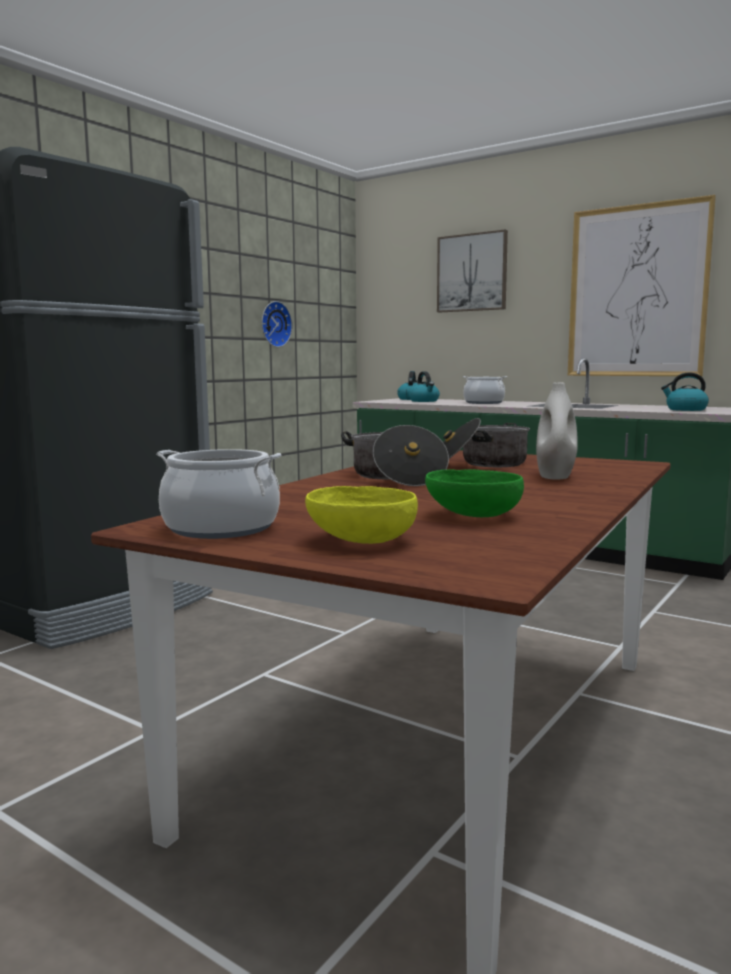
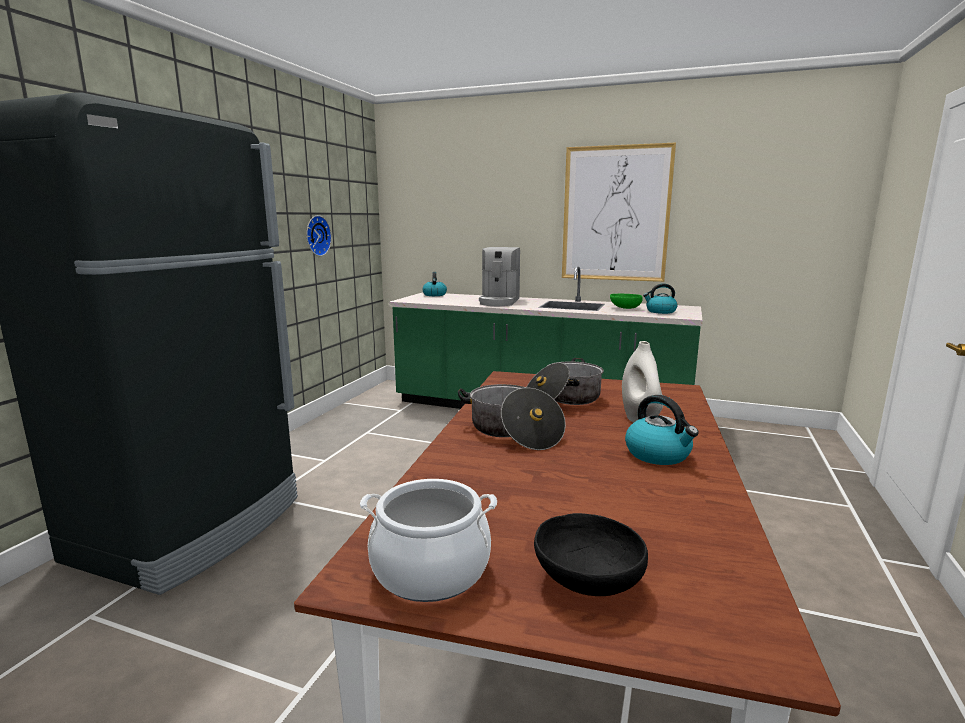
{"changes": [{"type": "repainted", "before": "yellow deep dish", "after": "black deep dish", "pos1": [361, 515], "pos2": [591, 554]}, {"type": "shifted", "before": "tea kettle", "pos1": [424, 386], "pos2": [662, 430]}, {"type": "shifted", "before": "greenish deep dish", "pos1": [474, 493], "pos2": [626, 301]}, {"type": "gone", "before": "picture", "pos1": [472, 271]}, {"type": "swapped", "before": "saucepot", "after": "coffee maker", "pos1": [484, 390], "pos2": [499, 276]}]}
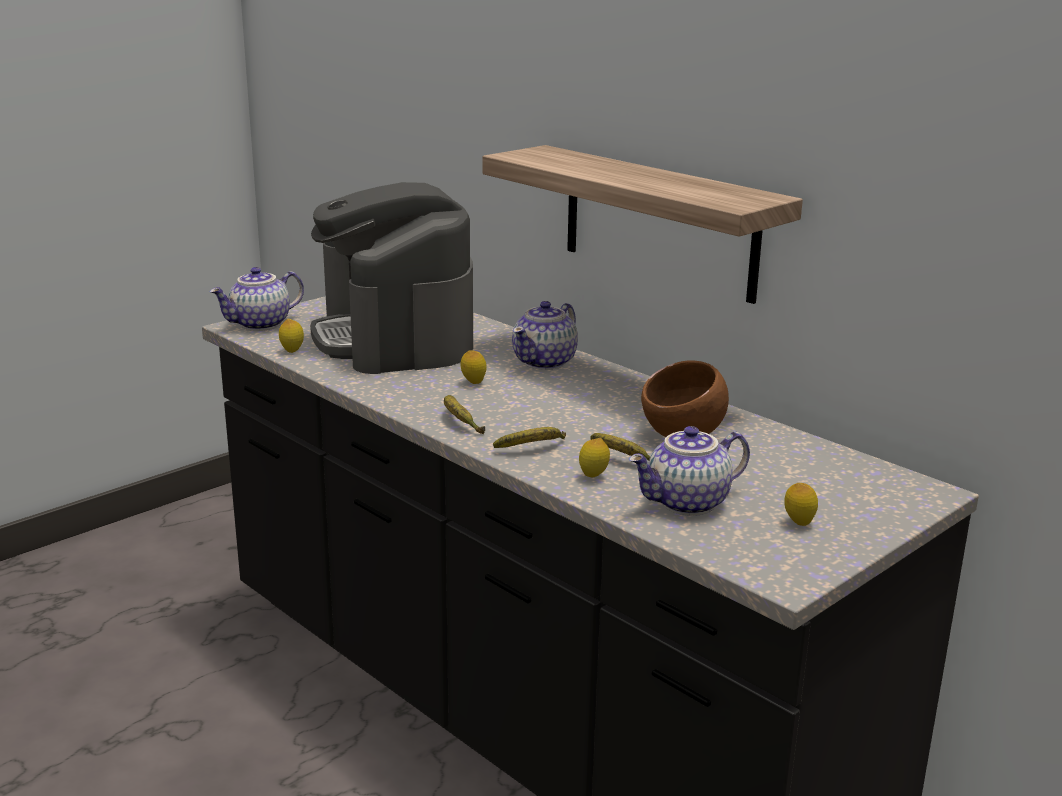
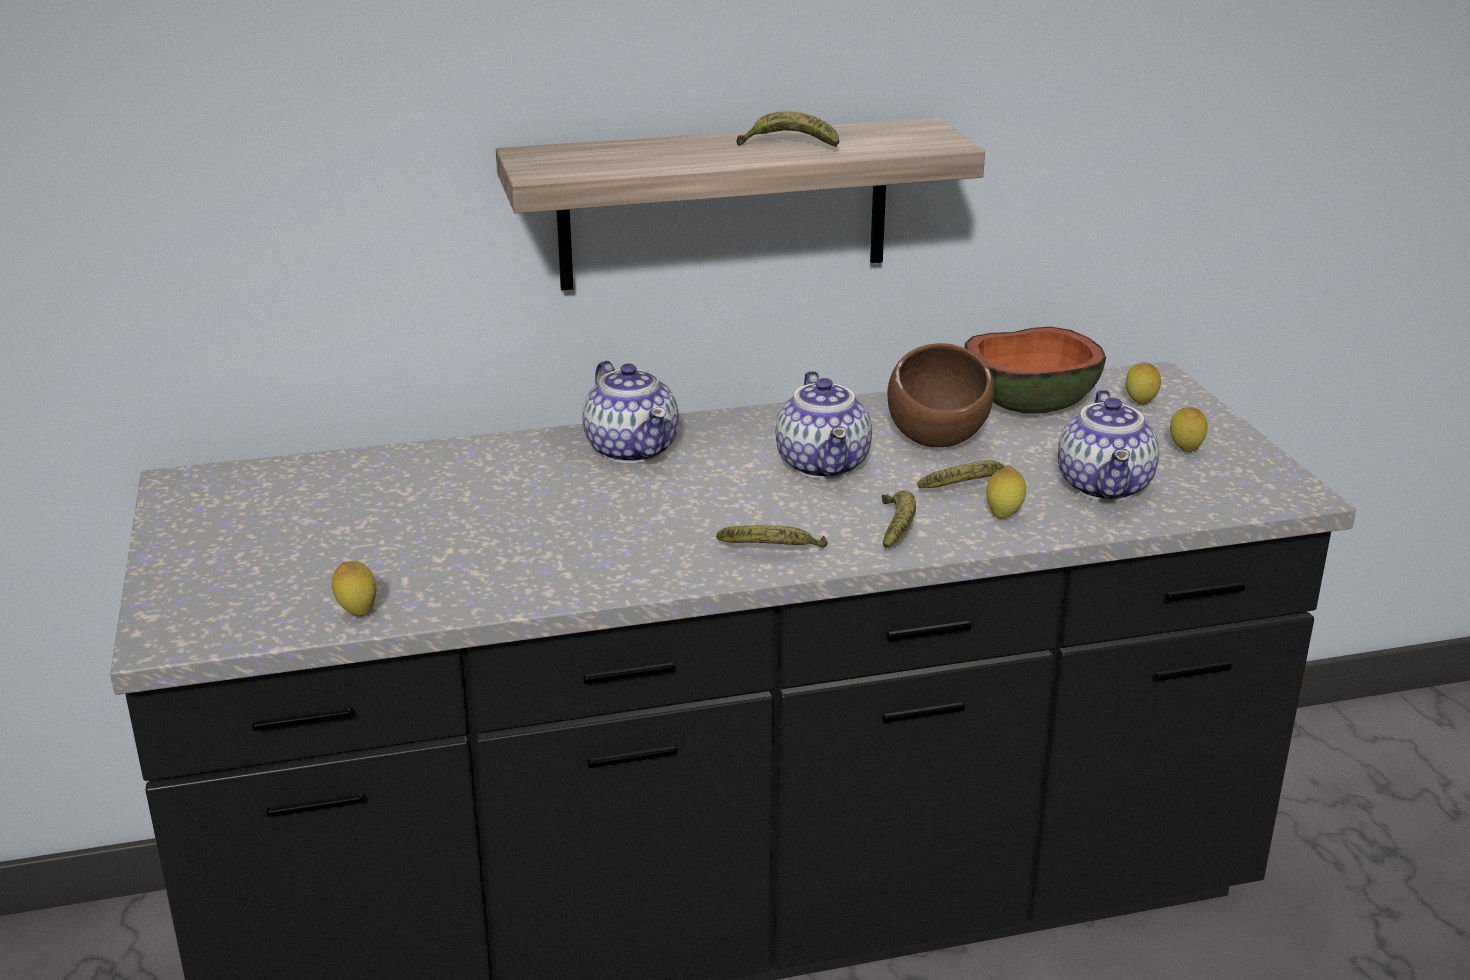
{"changes": [{"type": "shifted", "before": "pot for tea", "pos1": [256, 299], "pos2": [824, 425]}, {"type": "gone", "before": "coffee maker", "pos1": [391, 278]}, {"type": "shifted", "before": "lemon", "pos1": [474, 367], "pos2": [1143, 383]}, {"type": "new", "after": "banana", "pos2": [787, 129]}, {"type": "new", "after": "deep dish", "pos2": [1035, 370]}]}
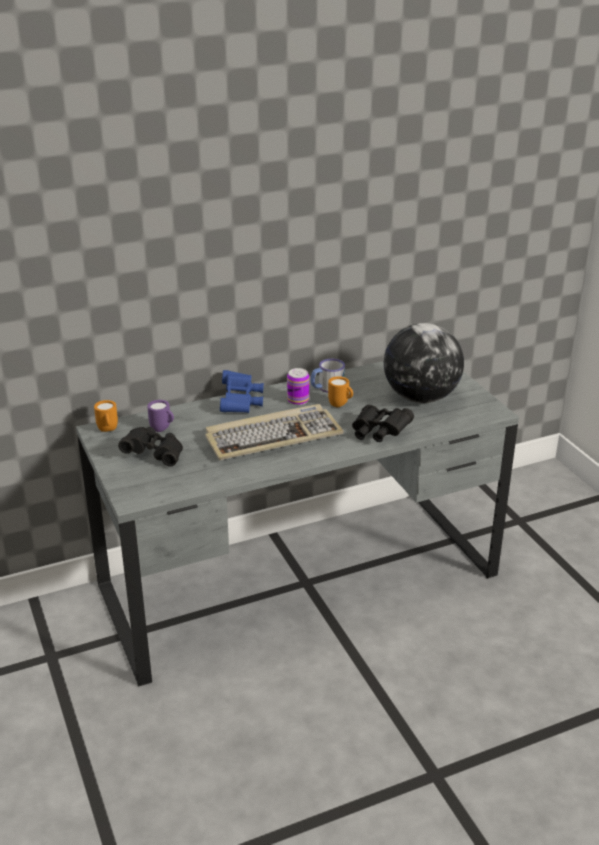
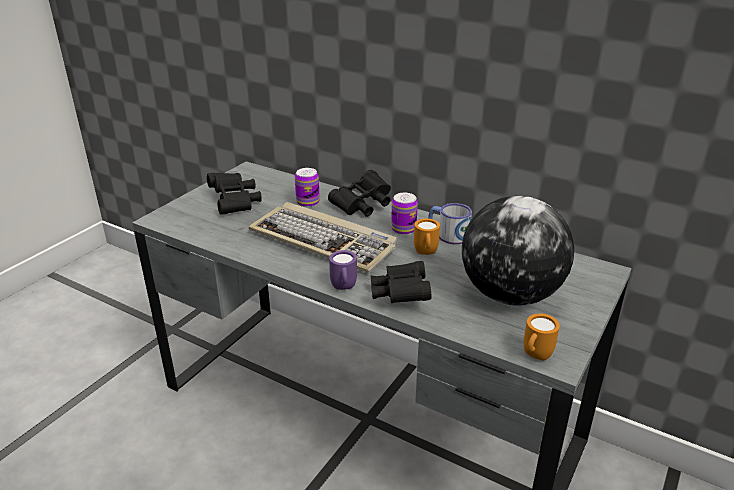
{"changes": [{"type": "shifted", "before": "orange-coloured tea mug", "pos1": [106, 416], "pos2": [542, 336]}, {"type": "shifted", "before": "purple-coloured tea mug", "pos1": [160, 416], "pos2": [343, 270]}, {"type": "repainted", "before": "blue-coloured binoculars", "after": "black binoculars", "pos1": [242, 391], "pos2": [359, 193]}, {"type": "new", "after": "metal can", "pos2": [307, 187]}]}
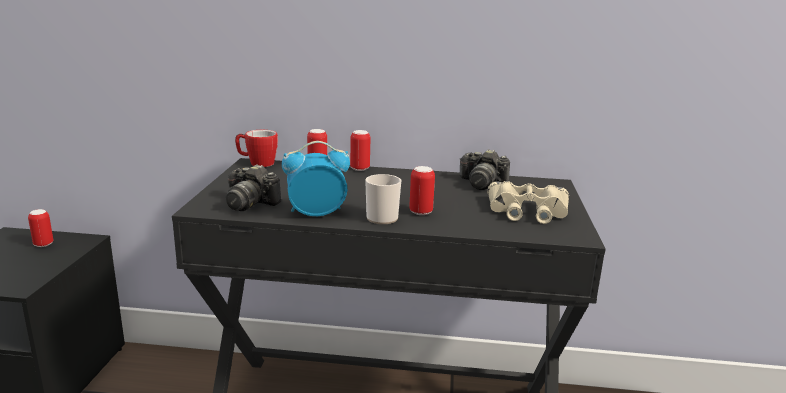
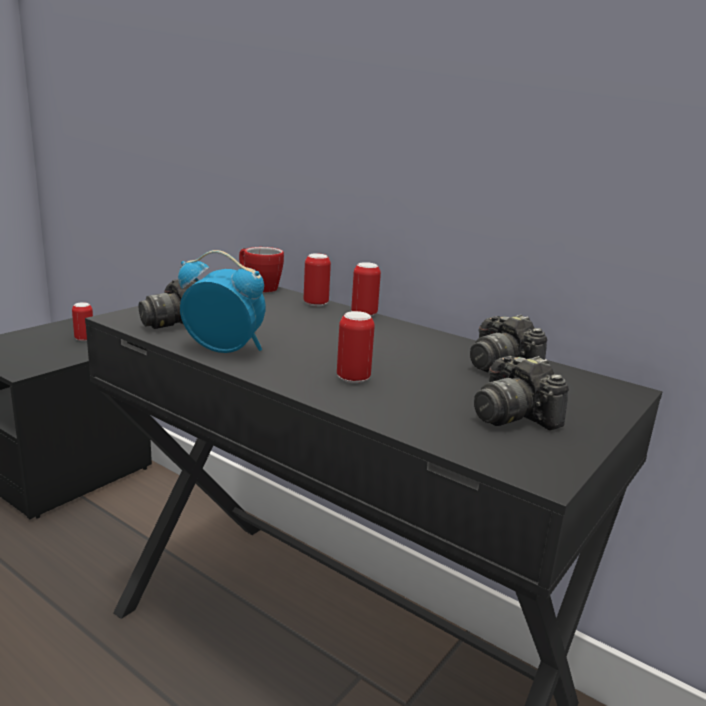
{"changes": [{"type": "gone", "before": "tea mug", "pos1": [383, 199]}, {"type": "swapped", "before": "sand-coloured binoculars", "after": "photo camera", "pos1": [528, 202], "pos2": [521, 393]}]}
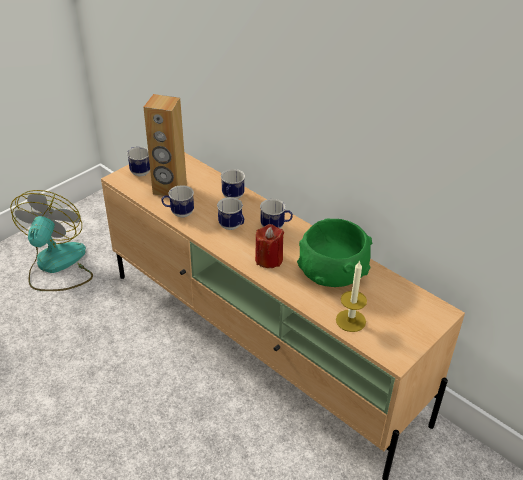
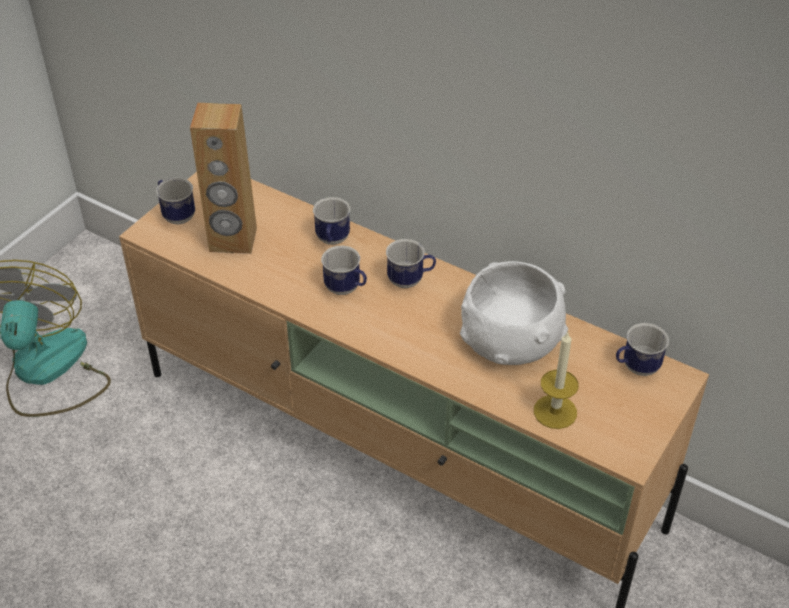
{"changes": [{"type": "shifted", "before": "tea mug", "pos1": [177, 201], "pos2": [642, 349]}, {"type": "gone", "before": "red-coloured candle", "pos1": [269, 246]}, {"type": "repainted", "before": "greenish deep dish", "after": "whitish deep dish", "pos1": [334, 253], "pos2": [514, 313]}]}
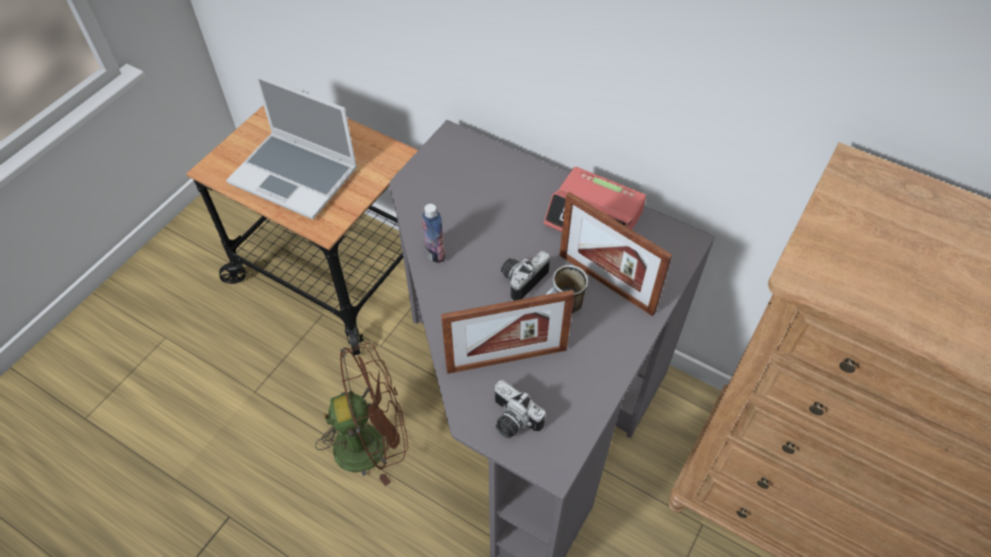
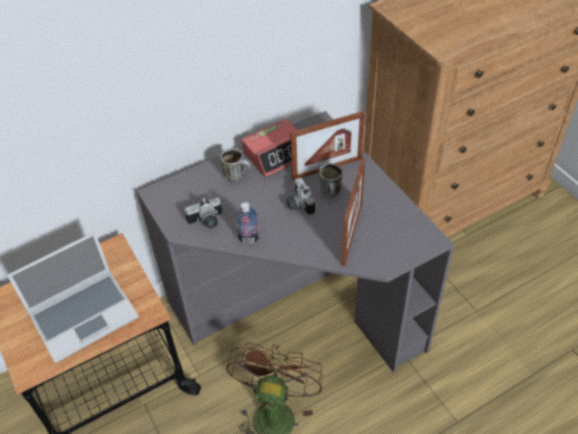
{"changes": [{"type": "shifted", "before": "photo camera", "pos1": [519, 409], "pos2": [203, 213]}, {"type": "new", "after": "tea mug", "pos2": [235, 164]}]}
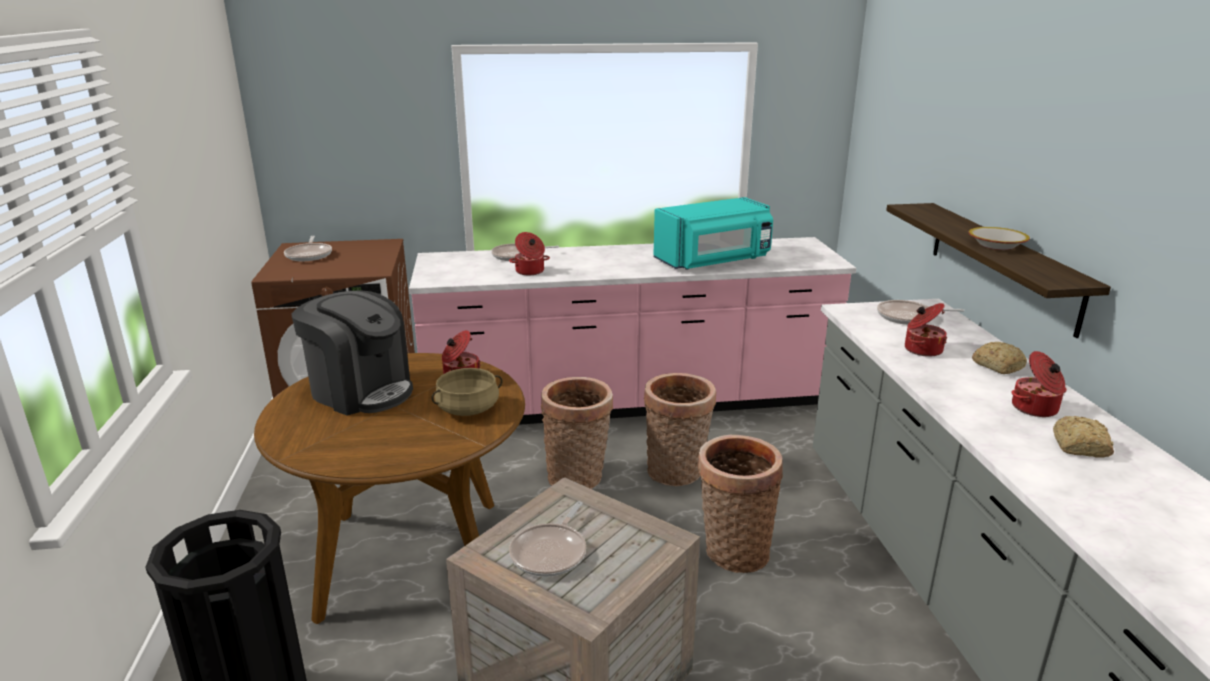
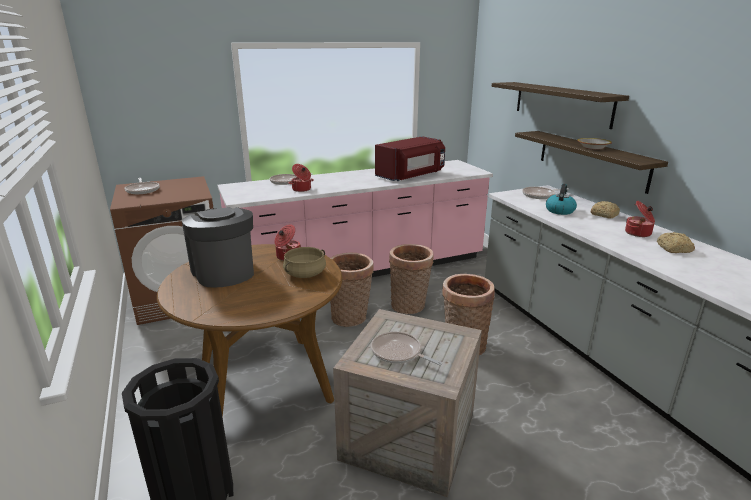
{"changes": [{"type": "rotated", "before": "coffee maker", "pos1": [352, 353], "pos2": [218, 247], "turn": -135}, {"type": "rotated", "before": "frying pan", "pos1": [547, 539], "pos2": [406, 348], "turn": 120}, {"type": "repainted", "before": "turquoise-coloured microwave", "after": "red-coloured microwave", "pos1": [713, 233], "pos2": [410, 158]}, {"type": "swapped", "before": "saucepot", "after": "tea kettle", "pos1": [926, 330], "pos2": [561, 199]}, {"type": "new", "after": "bracket shelf", "pos2": [560, 105]}]}
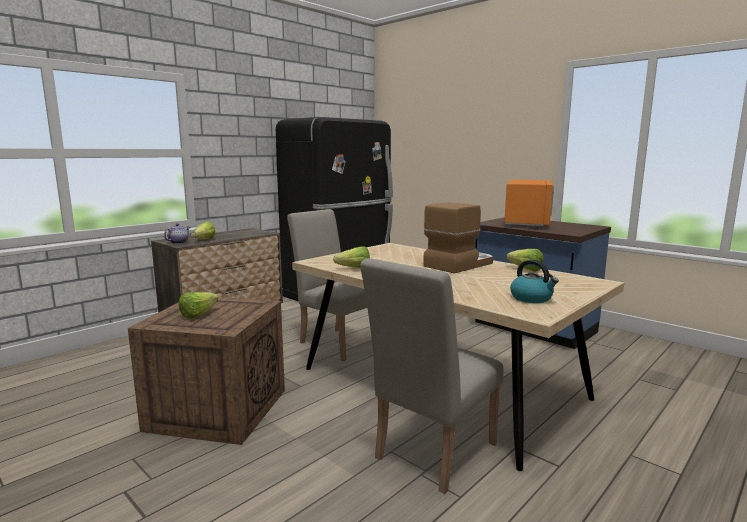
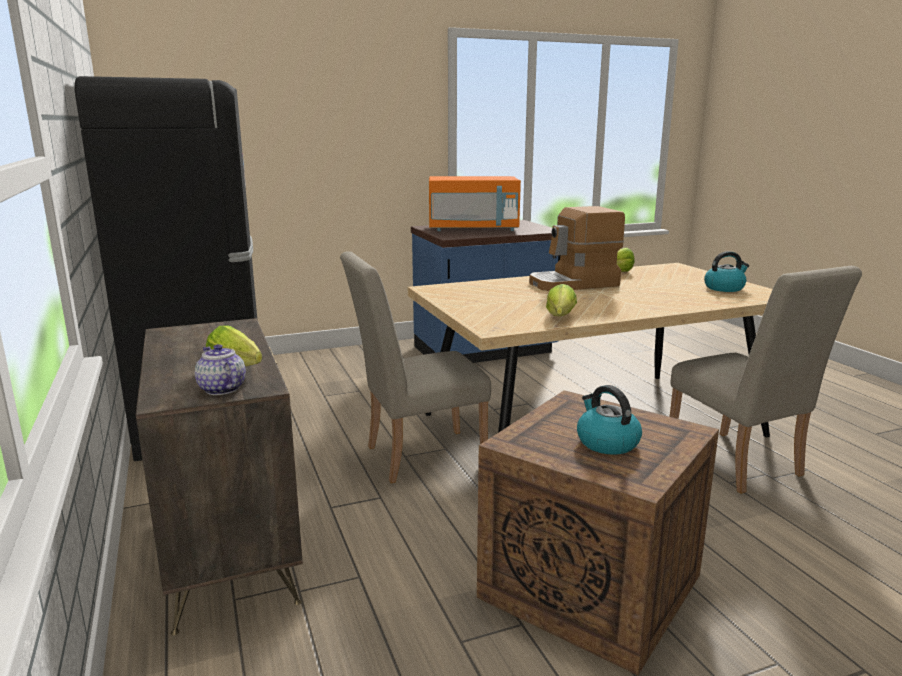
{"changes": [{"type": "swapped", "before": "lettuce head", "after": "tea kettle", "pos1": [198, 305], "pos2": [609, 420]}, {"type": "rotated", "before": "coffee maker", "pos1": [458, 238], "pos2": [577, 248], "turn": -90}, {"type": "rotated", "before": "orange-coloured microwave", "pos1": [529, 204], "pos2": [475, 203], "turn": 135}]}
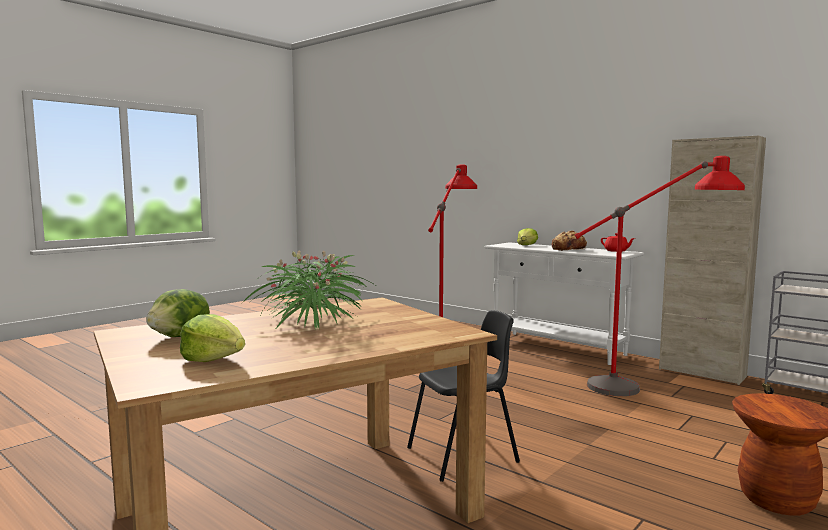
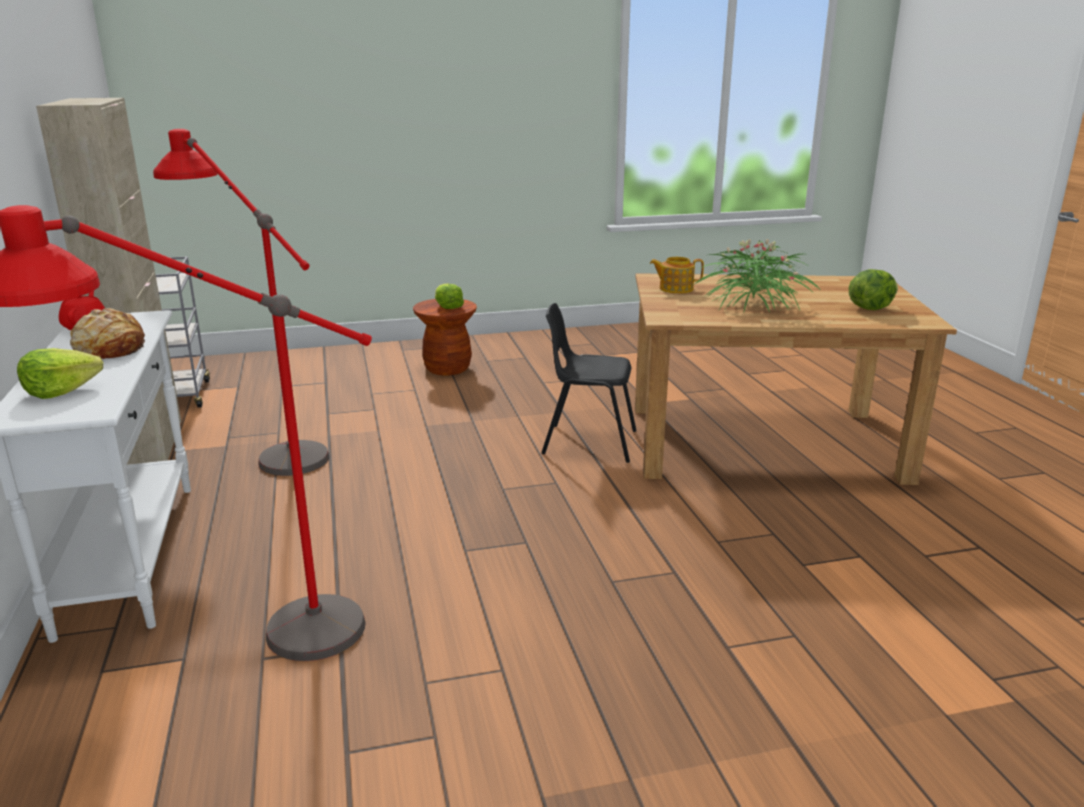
{"changes": [{"type": "shifted", "before": "lettuce head", "pos1": [212, 338], "pos2": [449, 296]}, {"type": "new", "after": "pot for tea", "pos2": [677, 275]}]}
